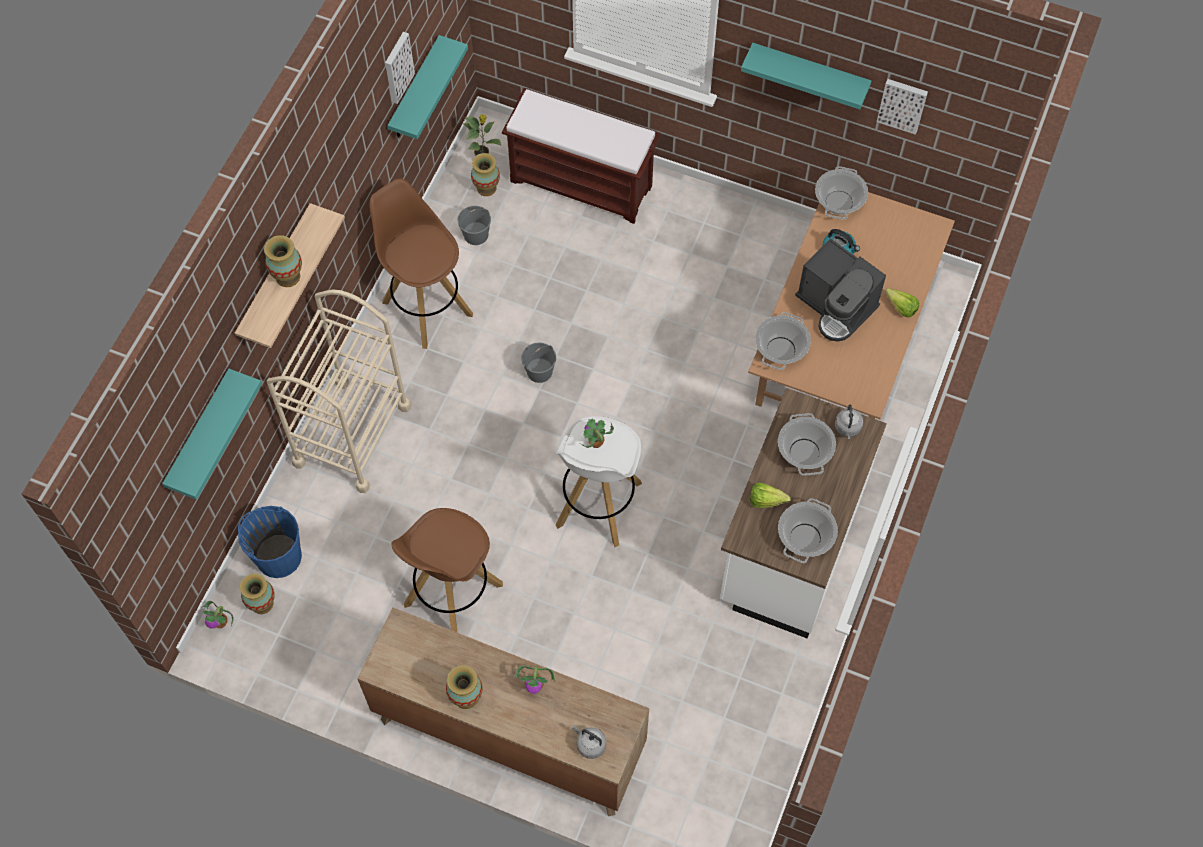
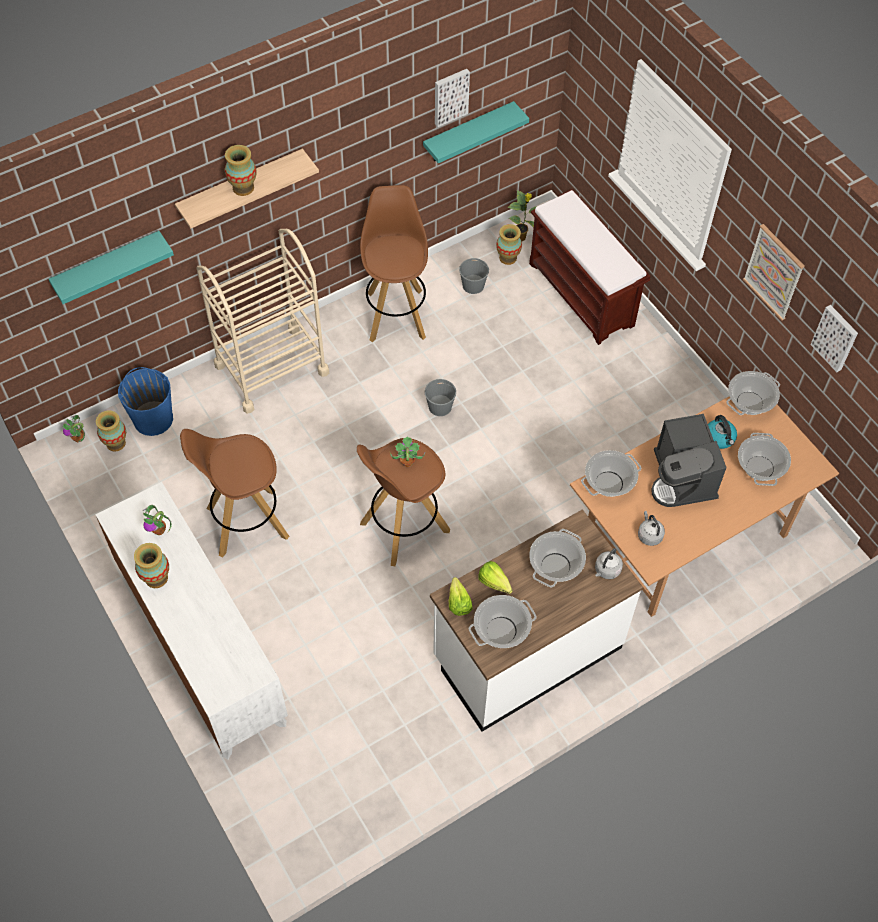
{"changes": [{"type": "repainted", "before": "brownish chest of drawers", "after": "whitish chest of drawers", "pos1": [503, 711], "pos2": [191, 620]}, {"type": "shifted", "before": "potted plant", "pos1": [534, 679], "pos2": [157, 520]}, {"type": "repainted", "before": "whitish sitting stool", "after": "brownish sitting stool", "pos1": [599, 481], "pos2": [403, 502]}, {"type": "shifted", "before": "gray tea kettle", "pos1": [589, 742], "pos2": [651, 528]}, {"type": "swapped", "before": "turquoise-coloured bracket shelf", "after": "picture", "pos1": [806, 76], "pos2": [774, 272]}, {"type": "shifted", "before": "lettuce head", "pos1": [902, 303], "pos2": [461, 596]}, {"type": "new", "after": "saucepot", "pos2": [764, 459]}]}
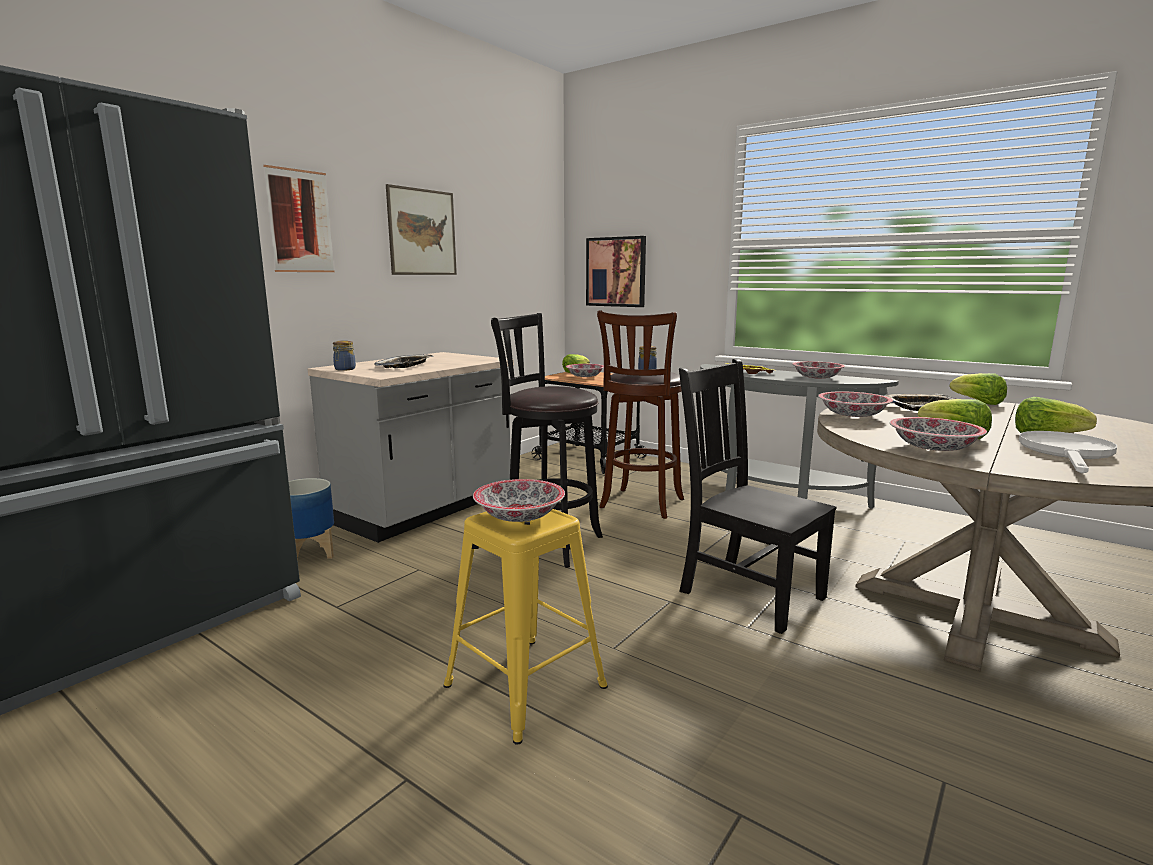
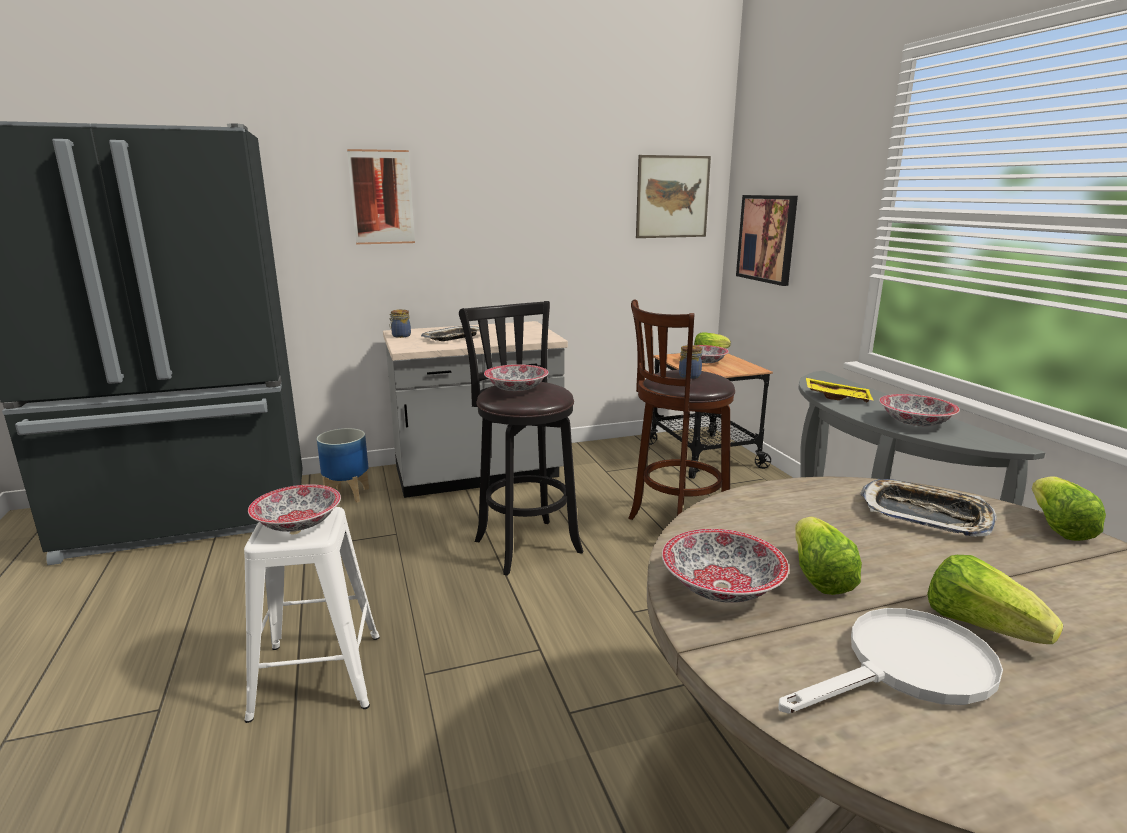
{"changes": [{"type": "shifted", "before": "picture", "pos1": [421, 229], "pos2": [673, 196]}, {"type": "repainted", "before": "yellow sitting stool", "after": "whitish sitting stool", "pos1": [525, 627], "pos2": [312, 615]}, {"type": "gone", "before": "black upright chair", "pos1": [757, 496]}, {"type": "shifted", "before": "deep dish", "pos1": [855, 404], "pos2": [516, 377]}]}
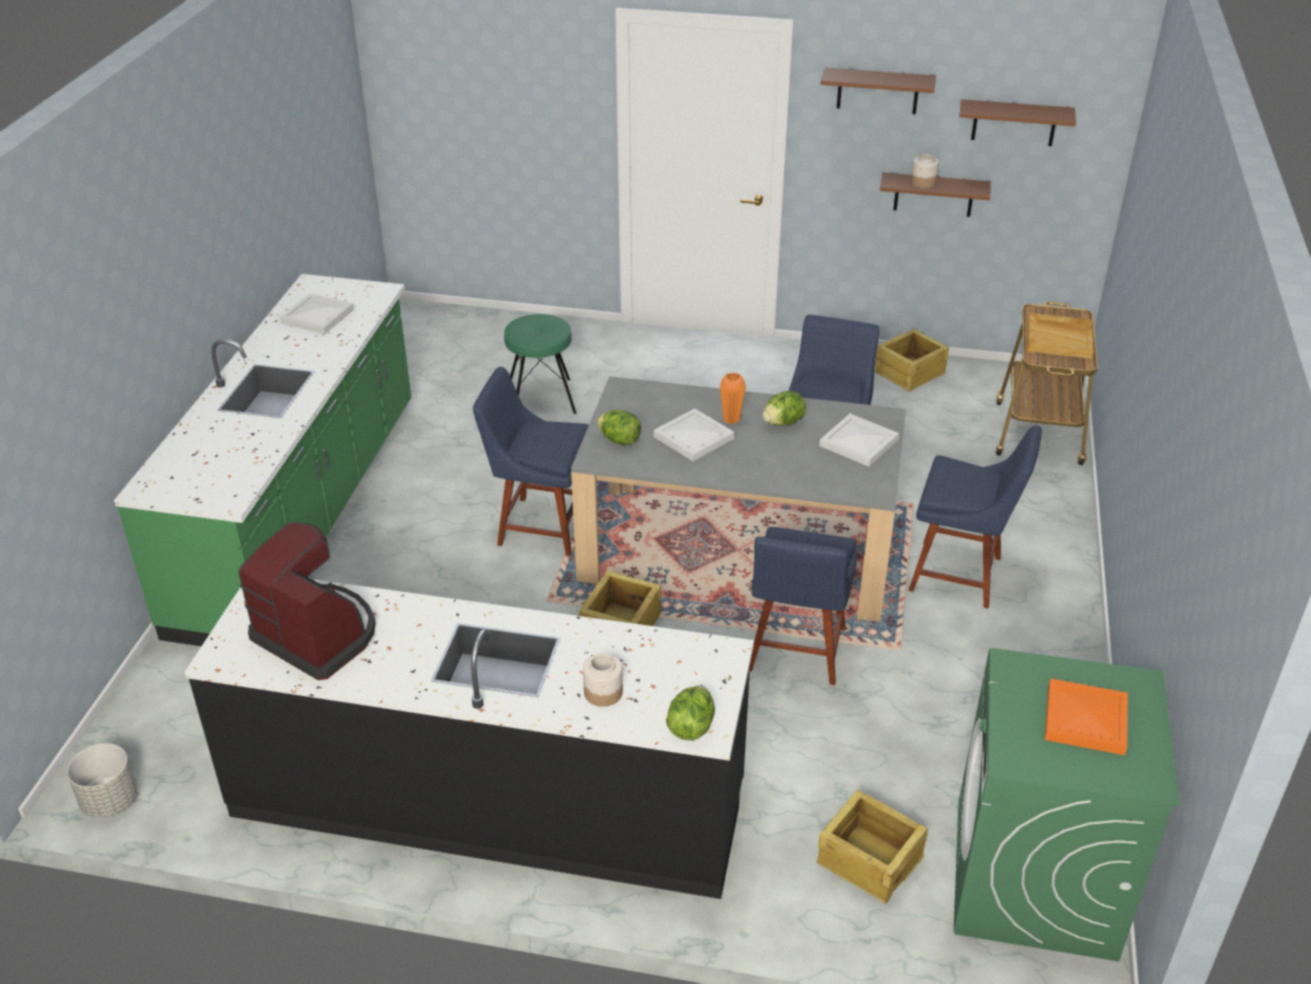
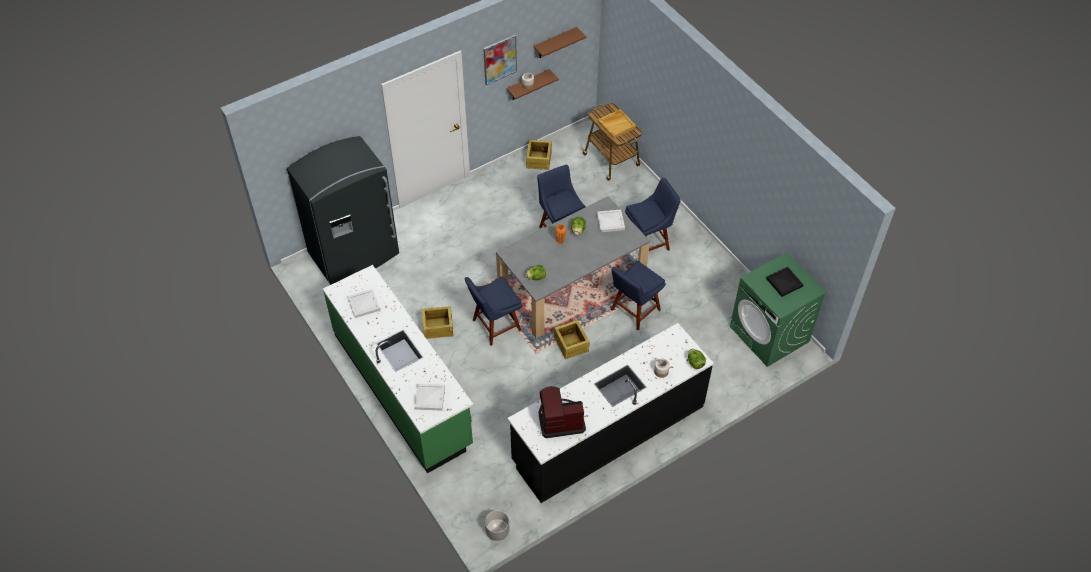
{"changes": [{"type": "gone", "before": "greenish sitting stool", "pos1": [540, 364]}, {"type": "shifted", "before": "whitish carrying tray", "pos1": [694, 434], "pos2": [429, 397]}, {"type": "rotated", "before": "blue-coloured upright chair", "pos1": [804, 606], "pos2": [638, 295], "turn": 75}, {"type": "shifted", "before": "shipping crate", "pos1": [872, 847], "pos2": [437, 322]}, {"type": "swapped", "before": "brownish bracket shelf", "after": "picture", "pos1": [878, 90], "pos2": [500, 60]}, {"type": "repainted", "before": "orange-coloured carrying tray", "after": "black carrying tray", "pos1": [1086, 716], "pos2": [785, 282]}, {"type": "new", "after": "gray fridge", "pos2": [343, 210]}]}
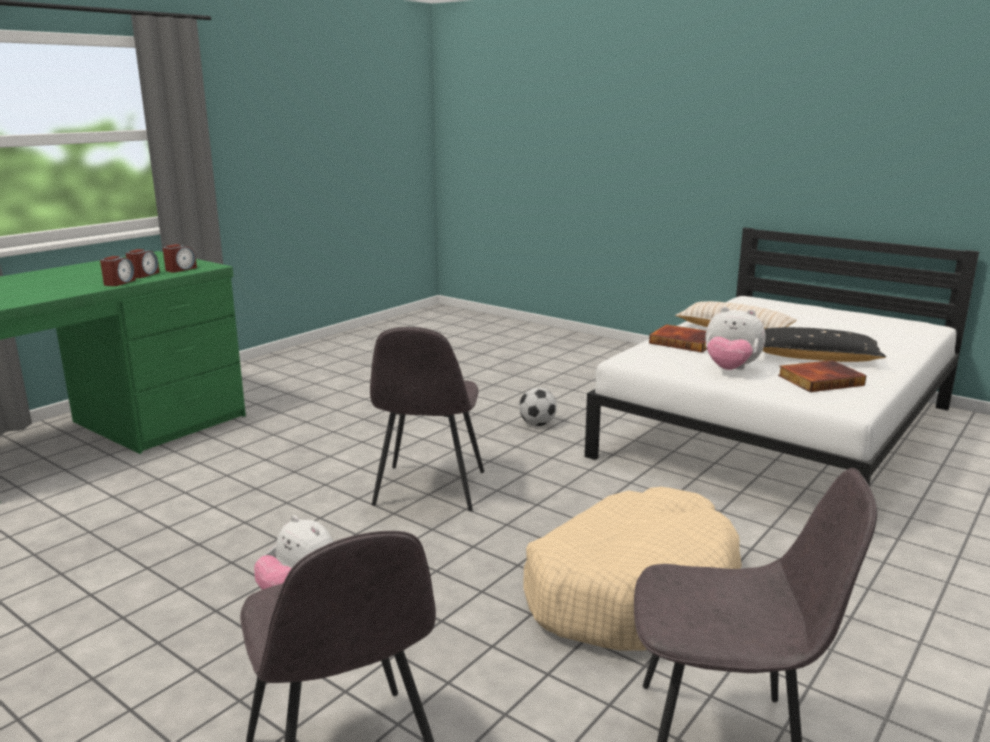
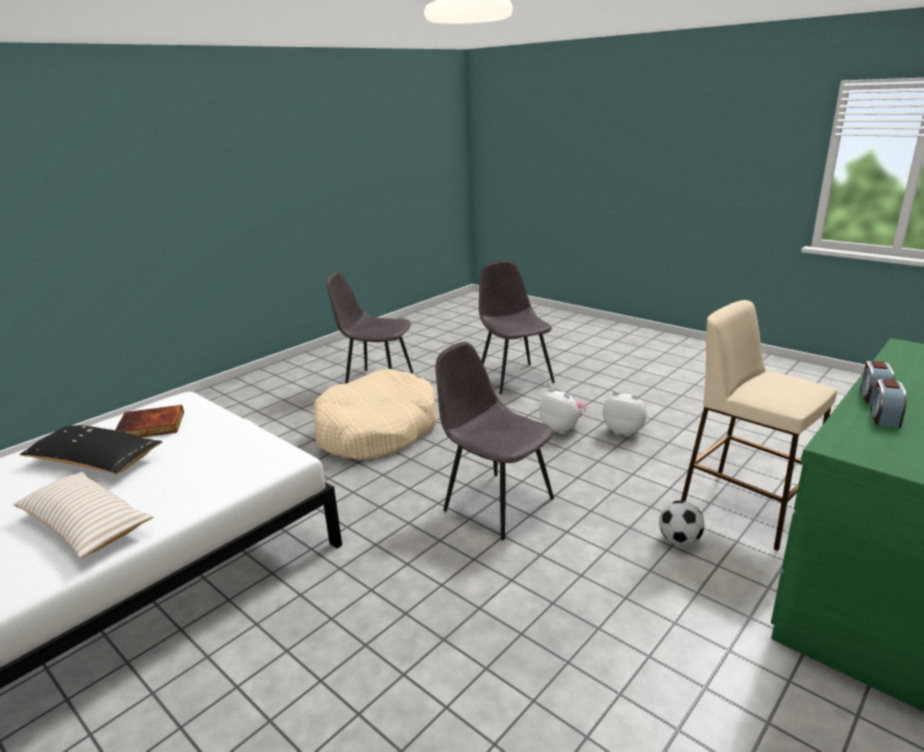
{"changes": [{"type": "gone", "before": "bedside clock", "pos1": [180, 258]}, {"type": "rotated", "before": "gray upright chair", "pos1": [427, 419], "pos2": [495, 441], "turn": -60}, {"type": "shifted", "before": "football ball", "pos1": [538, 407], "pos2": [682, 523]}, {"type": "gone", "before": "book", "pos1": [678, 338]}, {"type": "shifted", "before": "plush toy", "pos1": [735, 338], "pos2": [625, 414]}, {"type": "new", "after": "sand-coloured sitting stool", "pos2": [759, 425]}]}
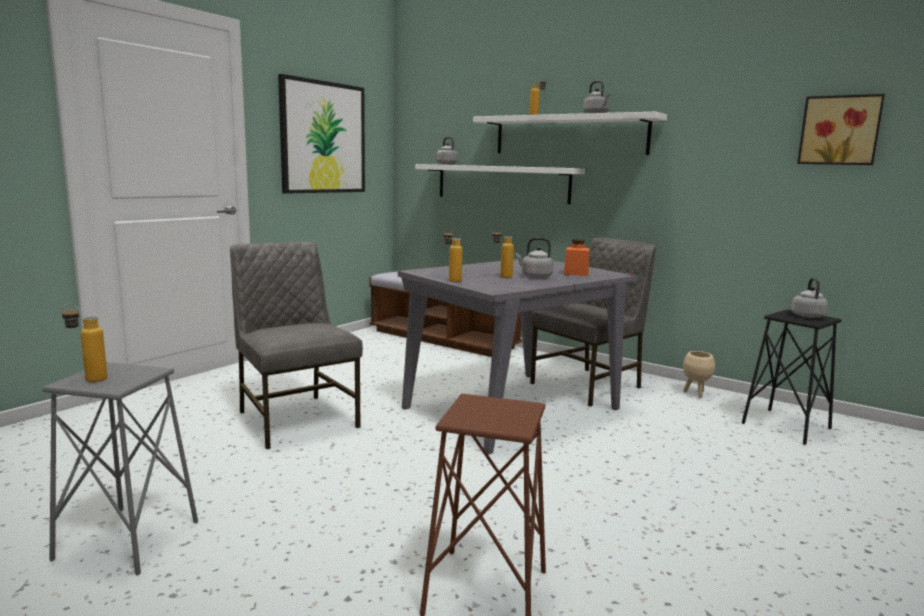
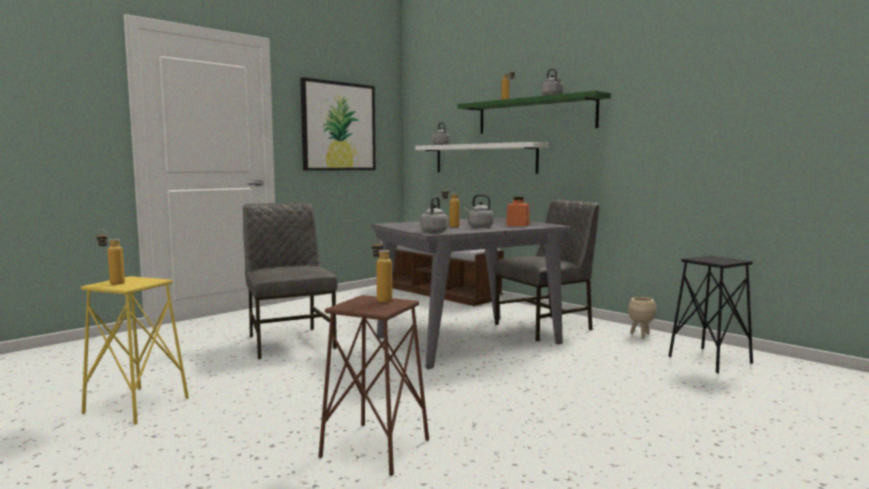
{"changes": [{"type": "repainted", "before": "gray sitting stool", "after": "yellow sitting stool", "pos1": [120, 469], "pos2": [135, 350]}, {"type": "shifted", "before": "bottle", "pos1": [453, 255], "pos2": [382, 270]}, {"type": "repainted", "before": "whitish bracket shelf", "after": "greenish bracket shelf", "pos1": [570, 133], "pos2": [534, 112]}, {"type": "shifted", "before": "gray tea kettle", "pos1": [809, 298], "pos2": [434, 214]}, {"type": "gone", "before": "picture", "pos1": [841, 129]}]}
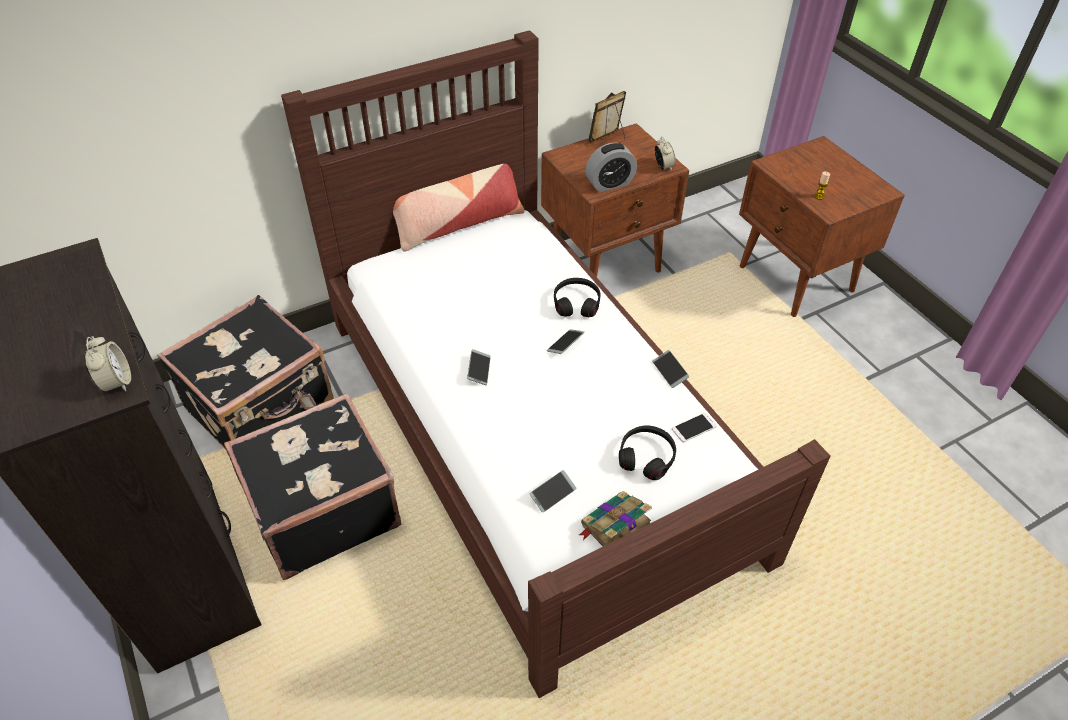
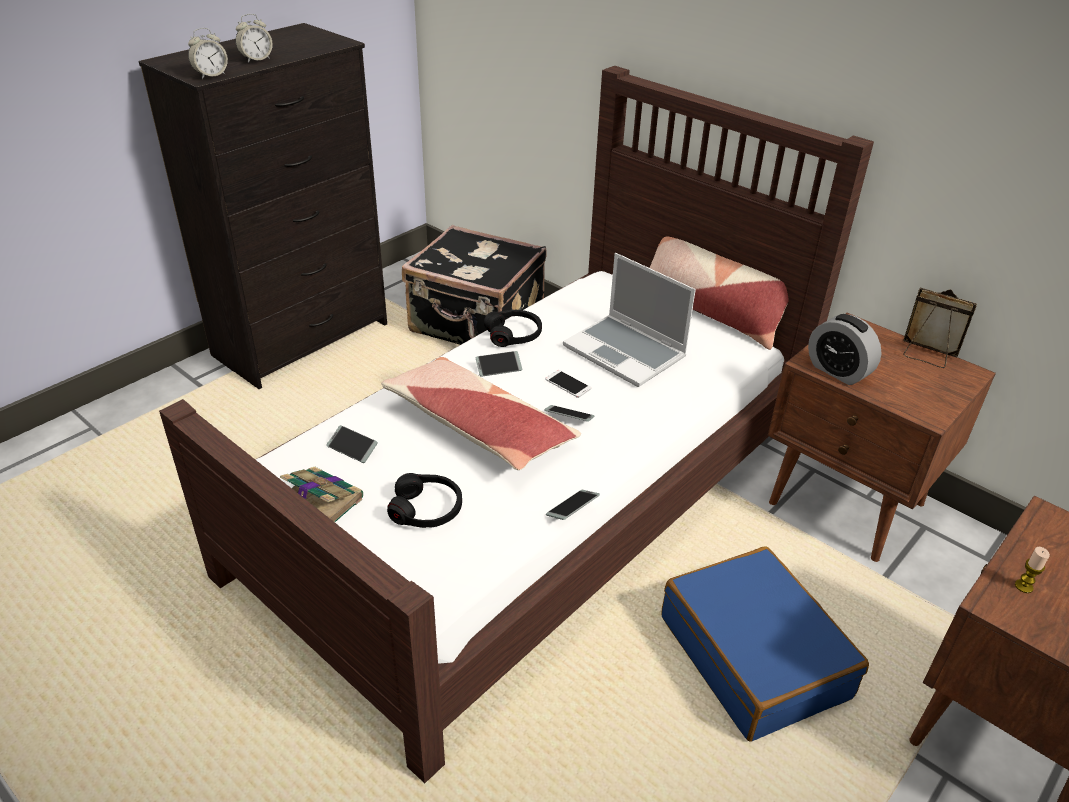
{"changes": [{"type": "gone", "before": "black suitcase", "pos1": [312, 486]}, {"type": "shifted", "before": "black headphones", "pos1": [577, 297], "pos2": [513, 328]}, {"type": "shifted", "before": "bedside clock", "pos1": [665, 154], "pos2": [254, 38]}, {"type": "shifted", "before": "phone", "pos1": [694, 427], "pos2": [568, 384]}, {"type": "new", "after": "pillow", "pos2": [481, 413]}, {"type": "new", "after": "portable computer", "pos2": [629, 320]}, {"type": "new", "after": "blue-coloured suitcase", "pos2": [765, 643]}]}
